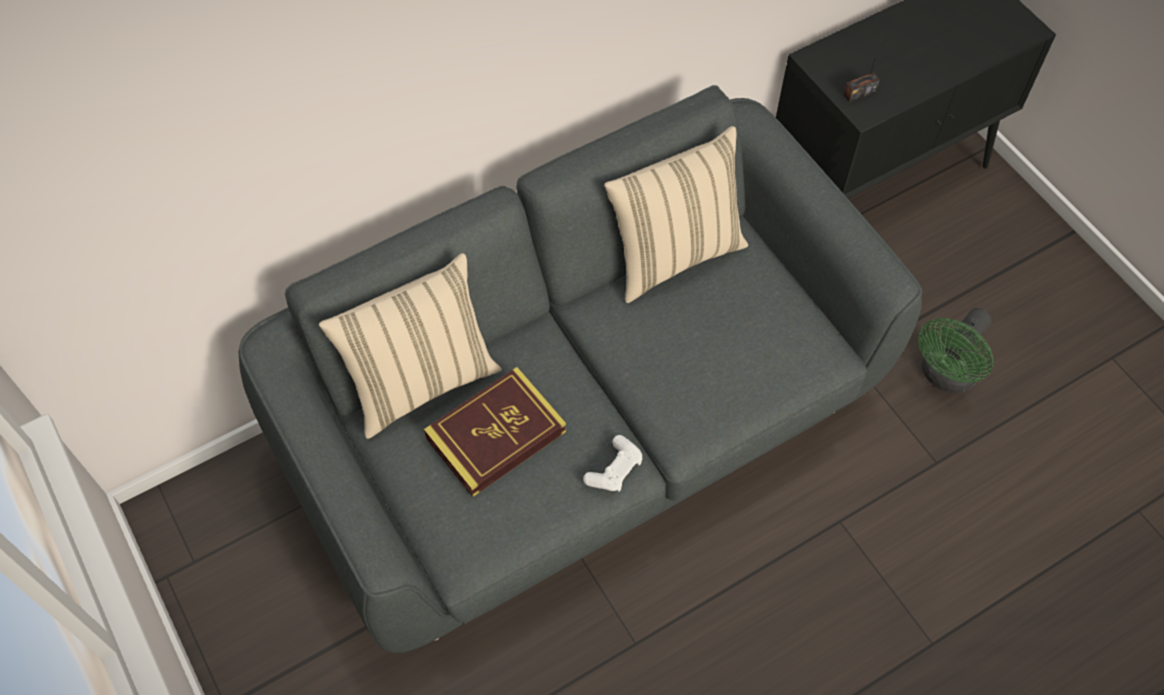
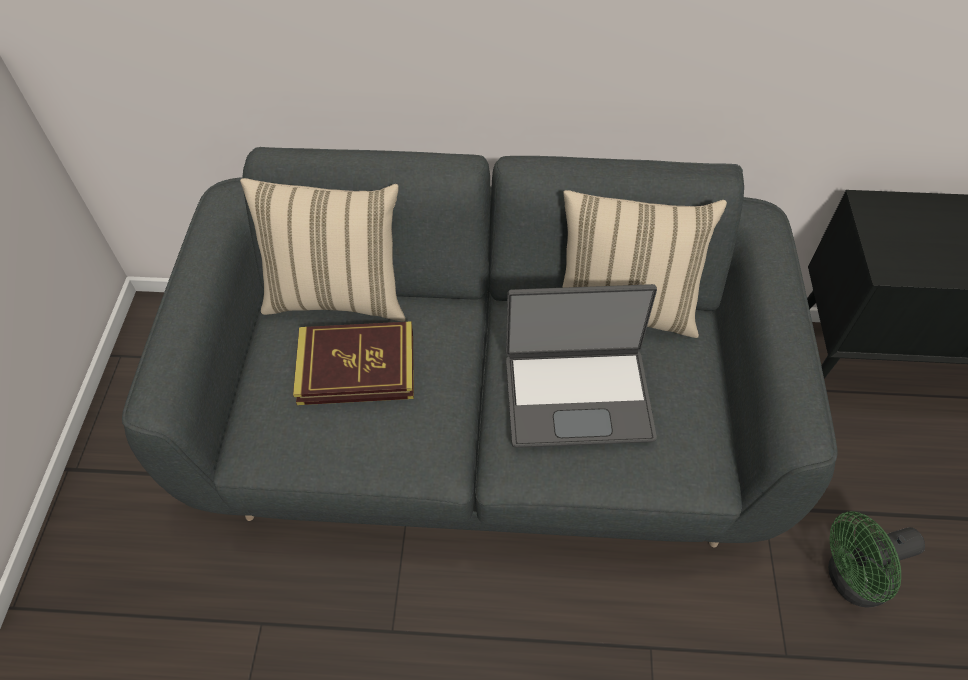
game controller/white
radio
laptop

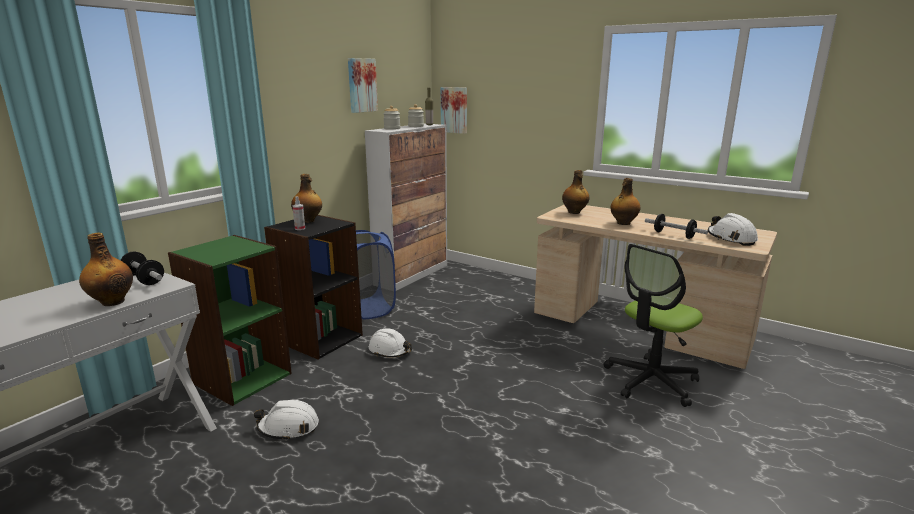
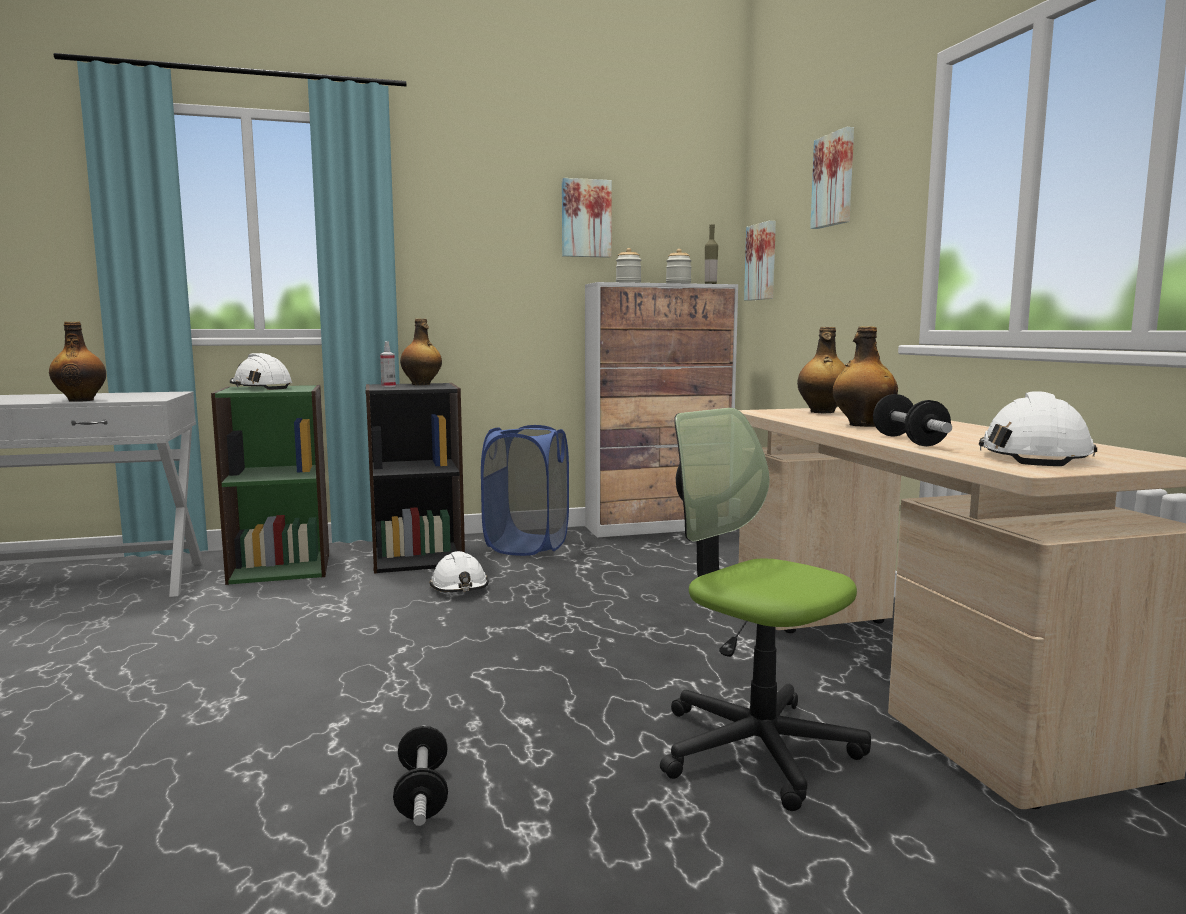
picture (3rd from left)
dumbbell (1st from left)
hard hat/white (1st from left)
office chair

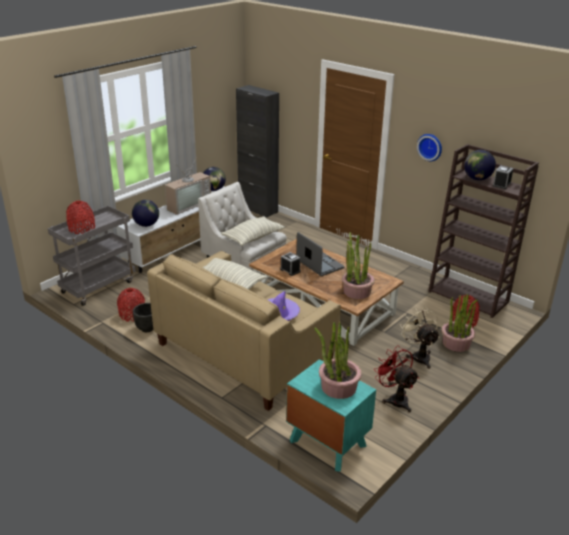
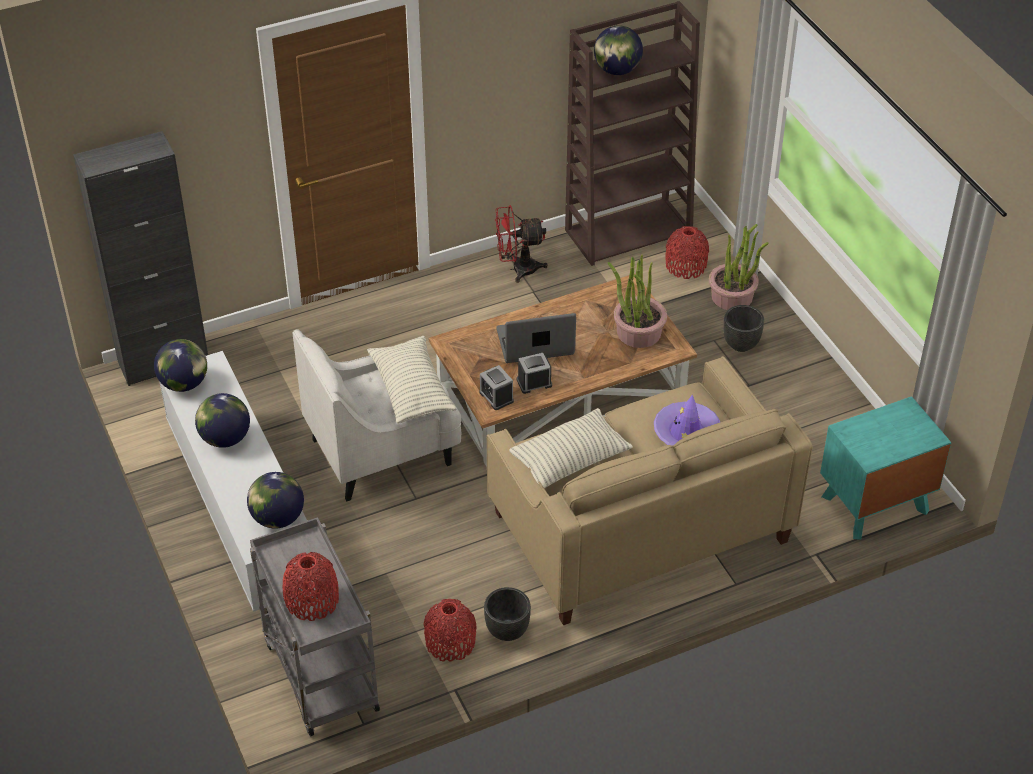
potted plant (1st from left in the first image)
wall clock
fan/red
alarm clock (1st from left)
globe (2nd from left)
planter/black (2nd from left)

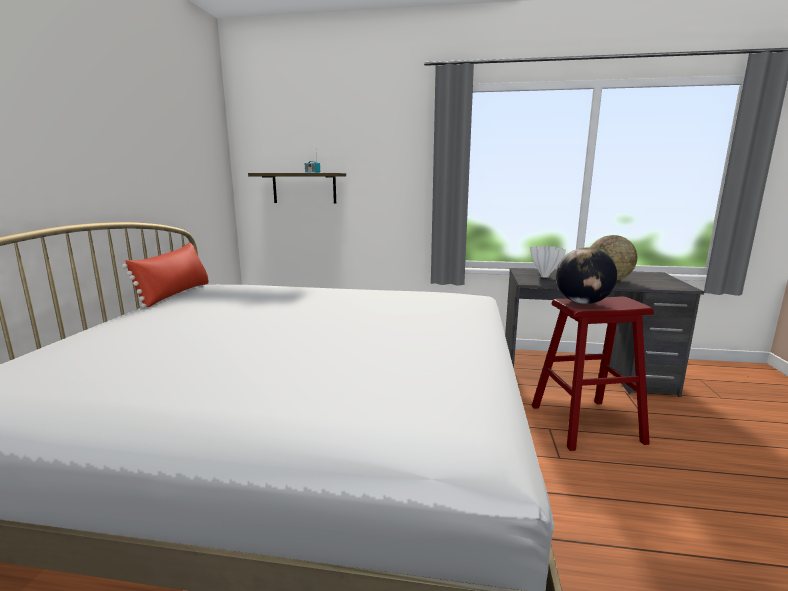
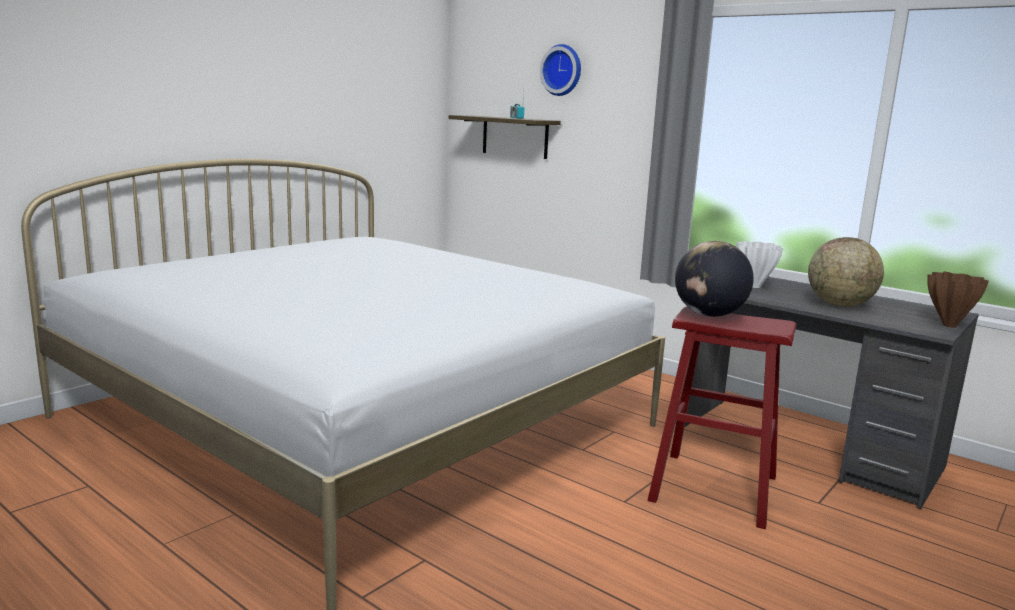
pillow/red
wall clock
vase/brown

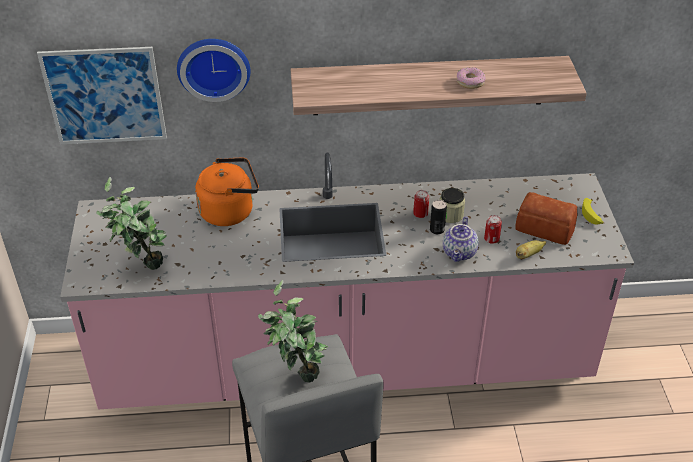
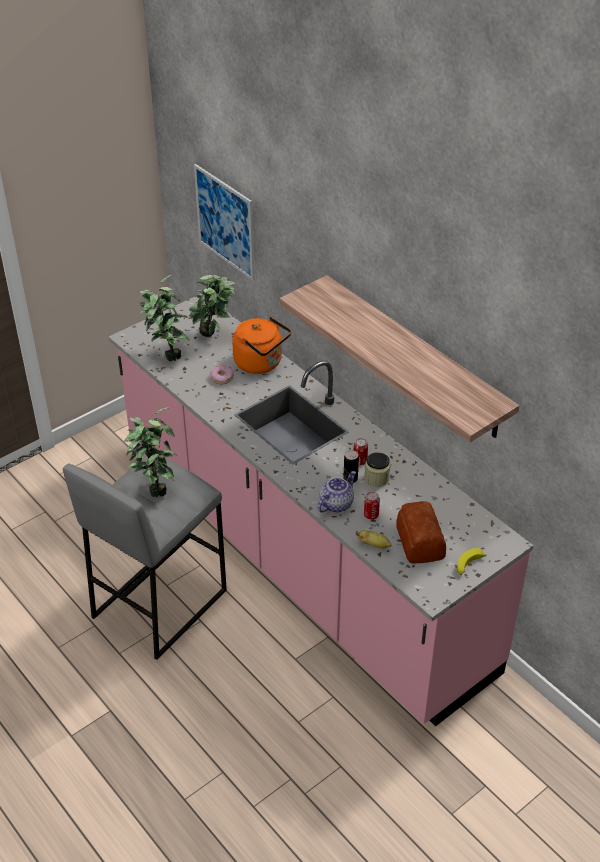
wall clock
potted plant (3rd from left)
donut
teapot

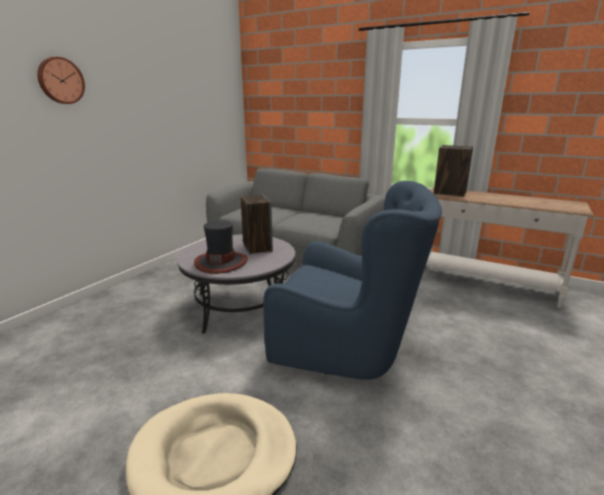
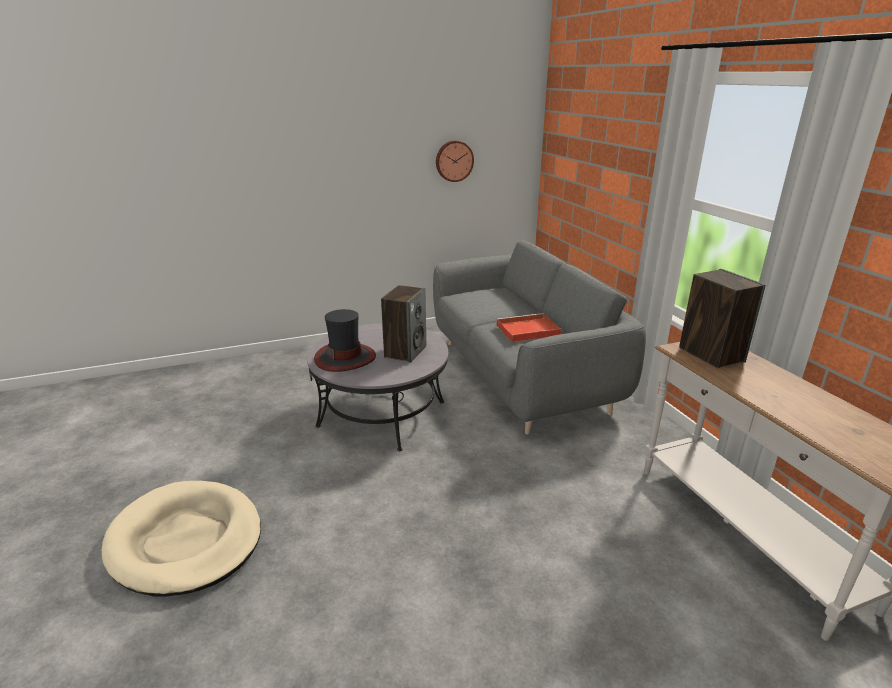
armchair/blue
tray/red
wall clock

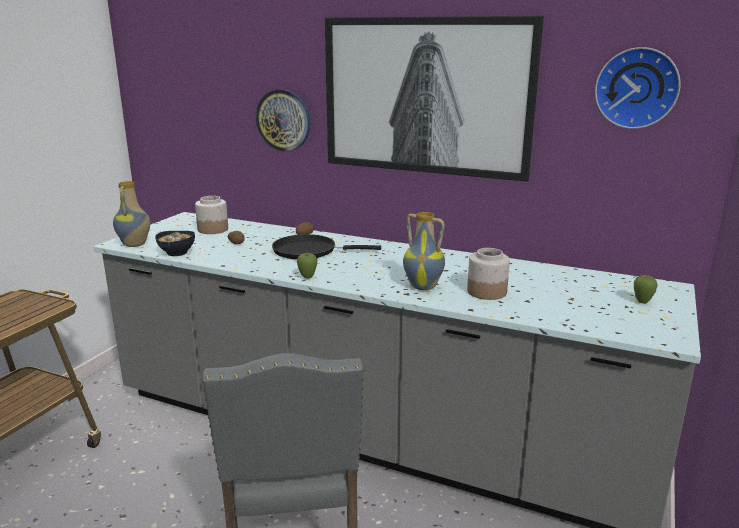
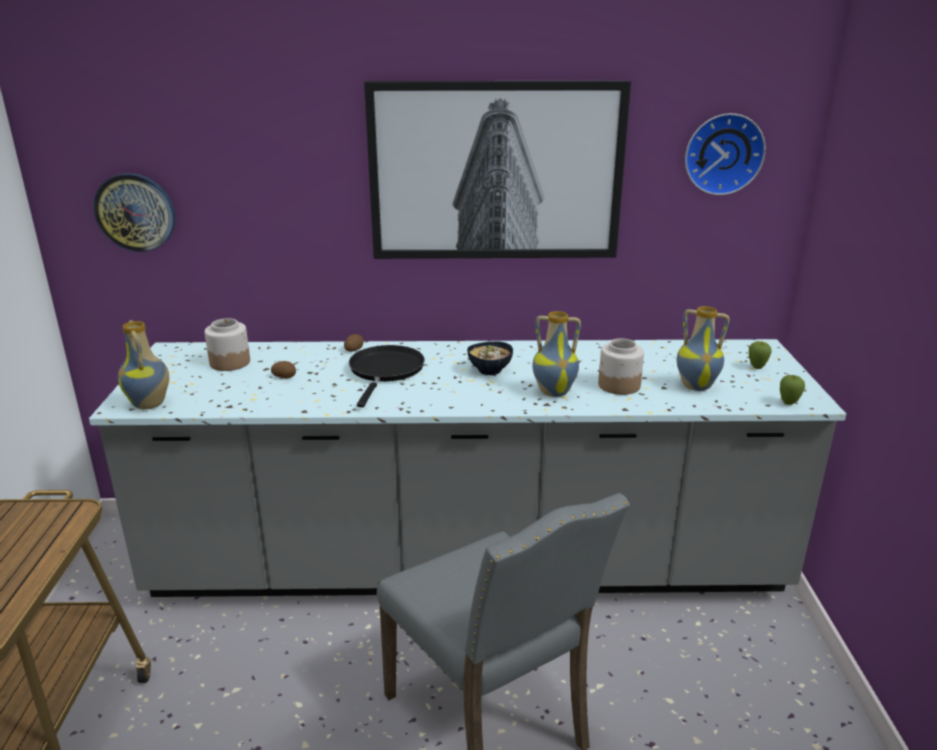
vase (3rd from left)
bowl
wall clock (1st from left)
apple (2nd from left)
frying pan/black

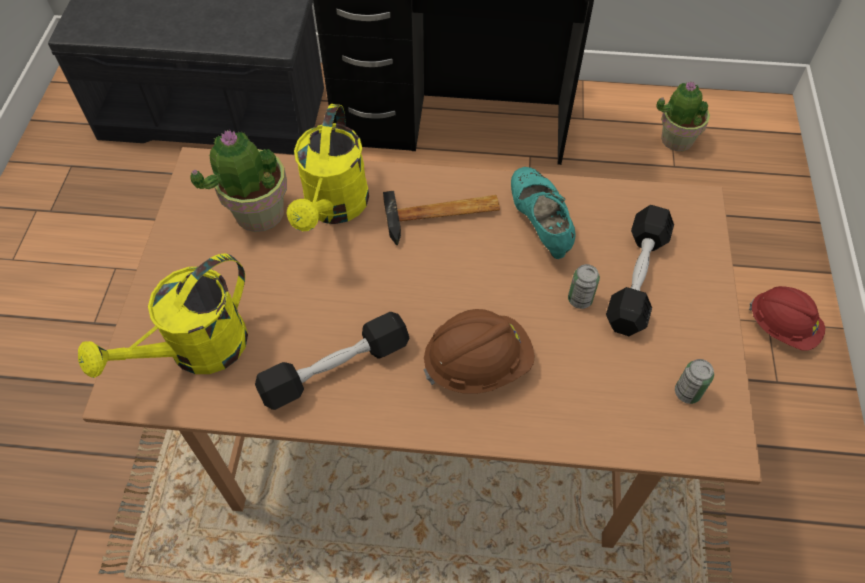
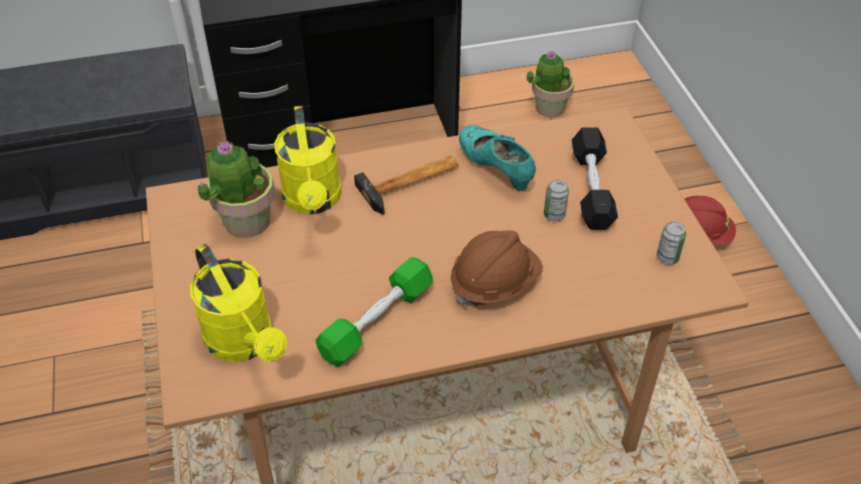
dumbbell/green
watering can/yellow (1st from left)

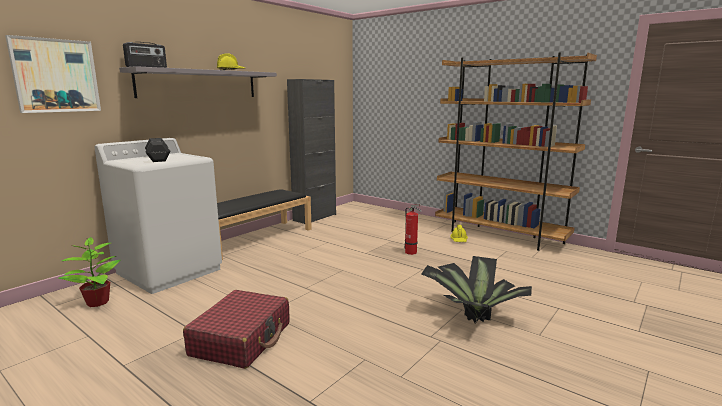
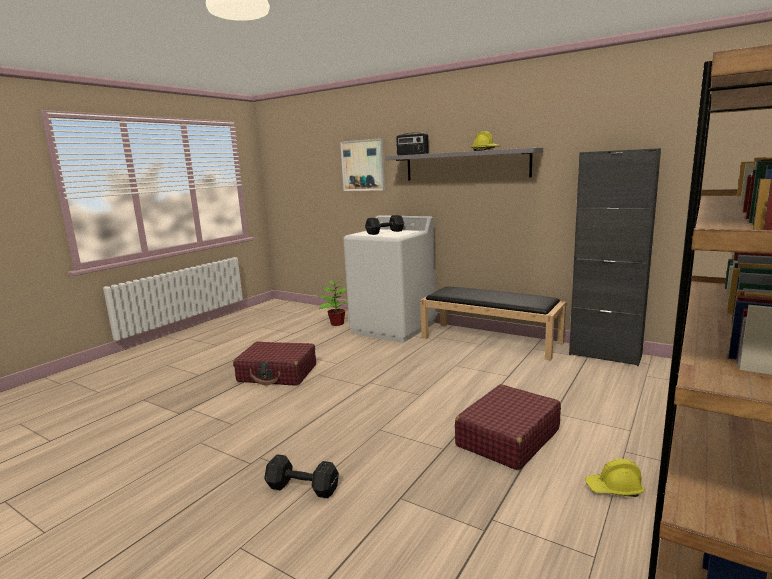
suitcase/red (2nd from left)
dumbbell/black (1st from left)

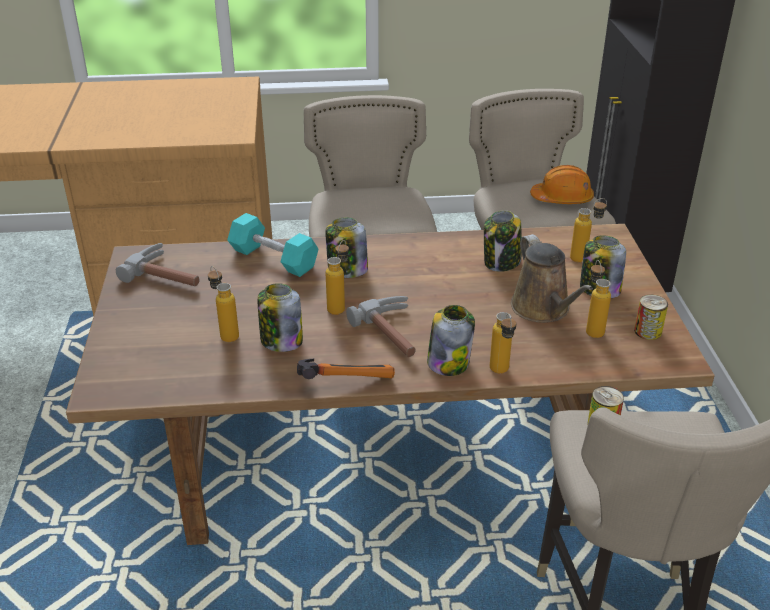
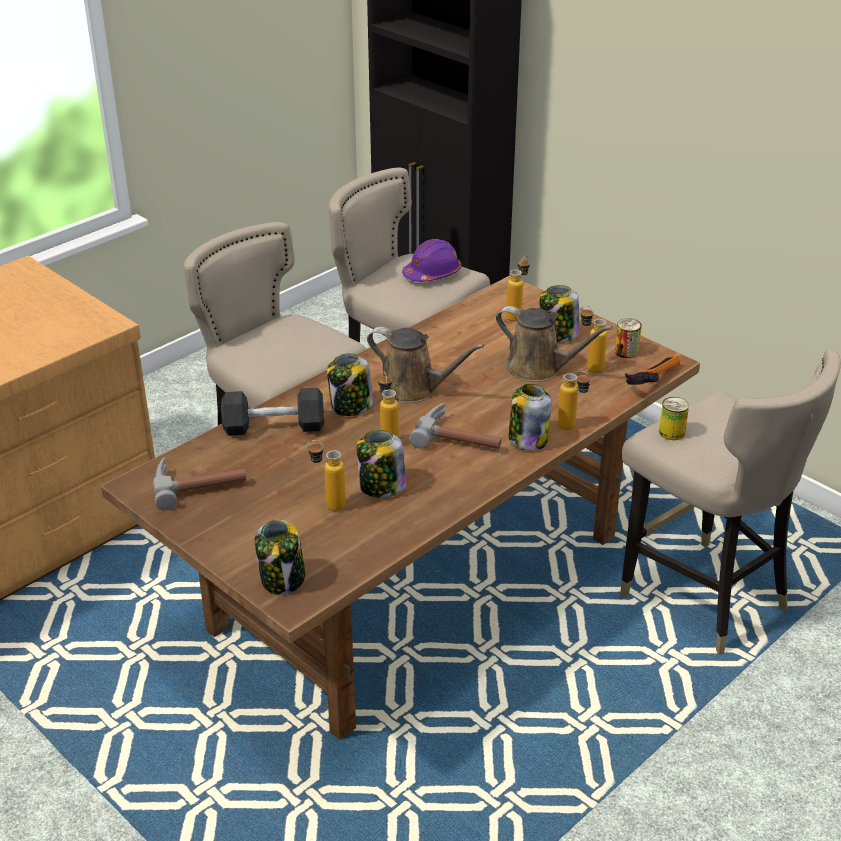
watering can/brown (1st from left)
hammer (3rd from left)
jar (1st from left)
dumbbell/black
hard hat/purple

